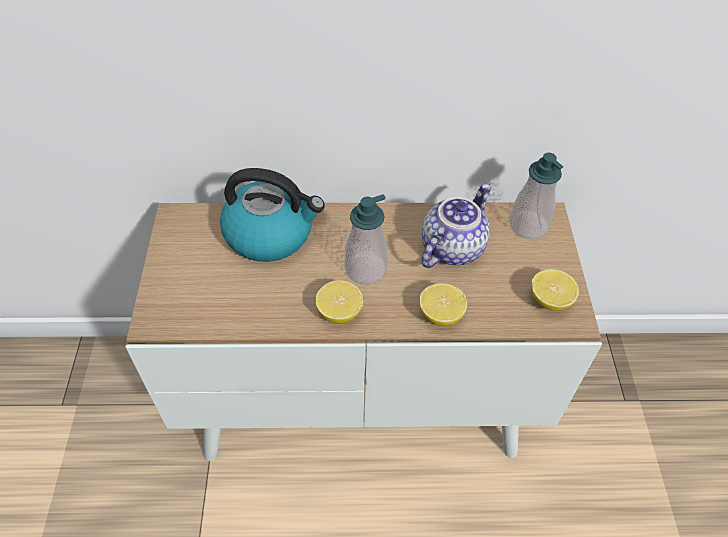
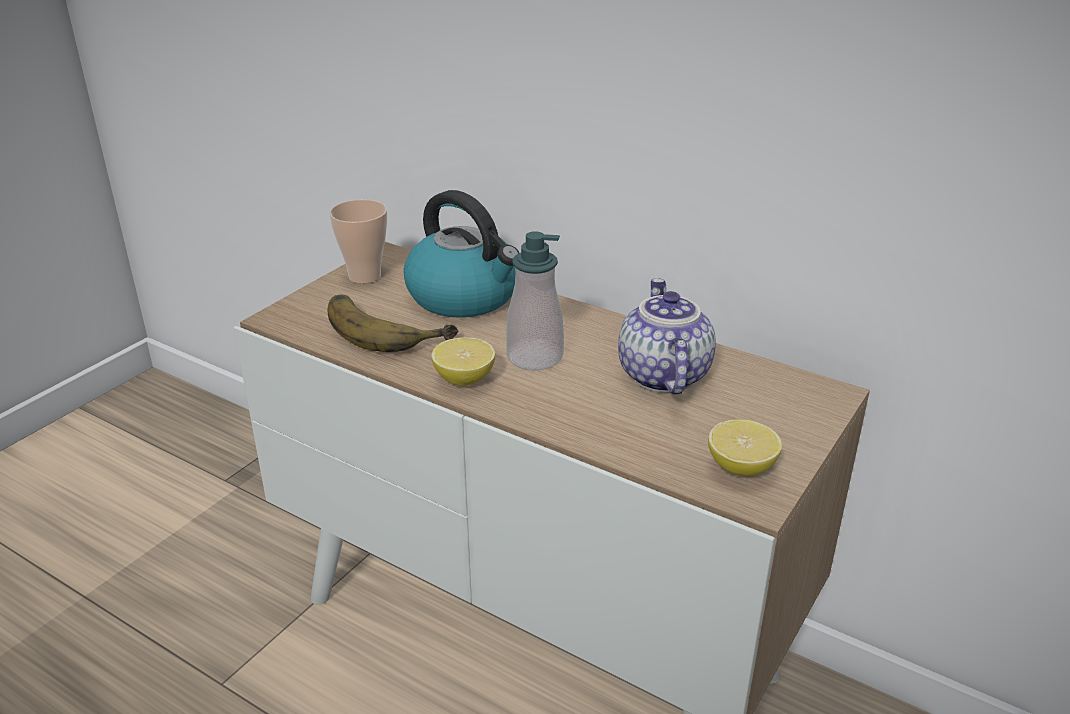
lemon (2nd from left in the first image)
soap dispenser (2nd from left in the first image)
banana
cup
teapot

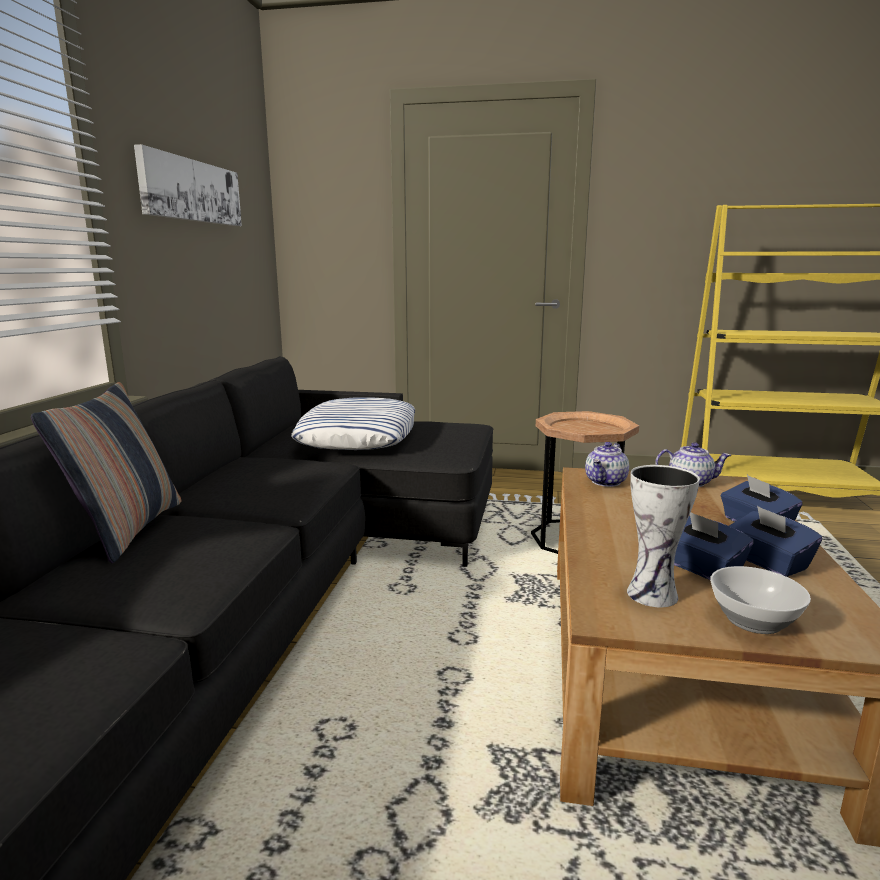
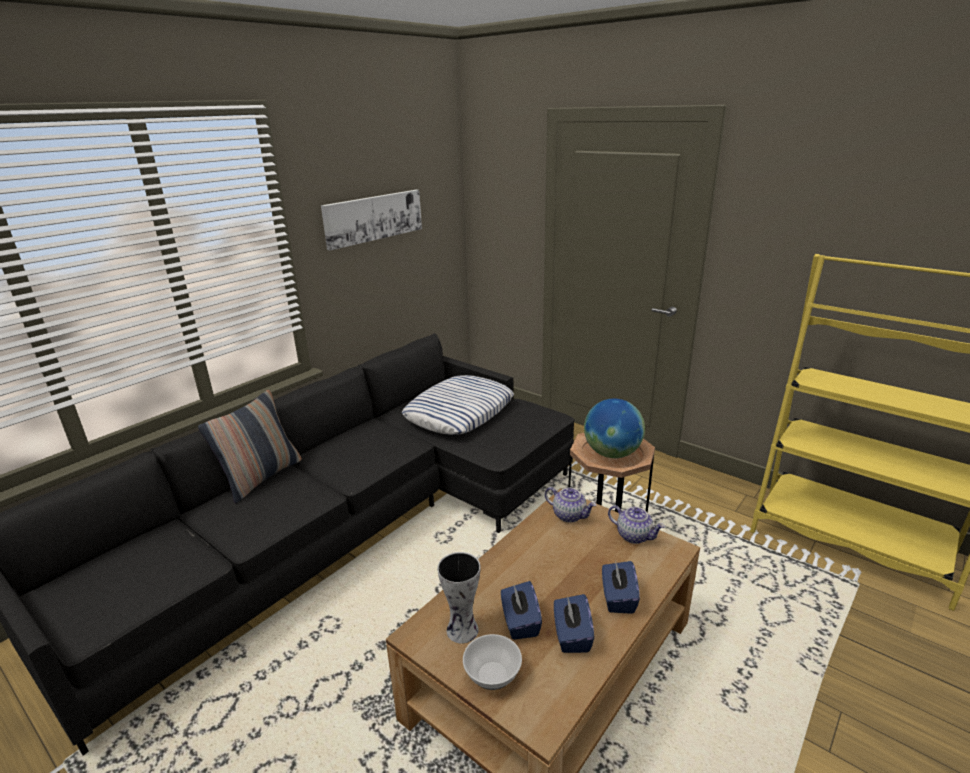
globe
teapot (1st from left)

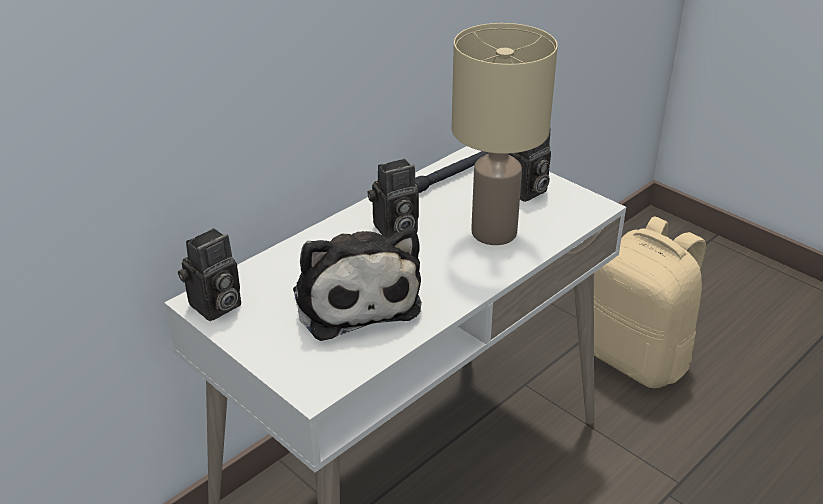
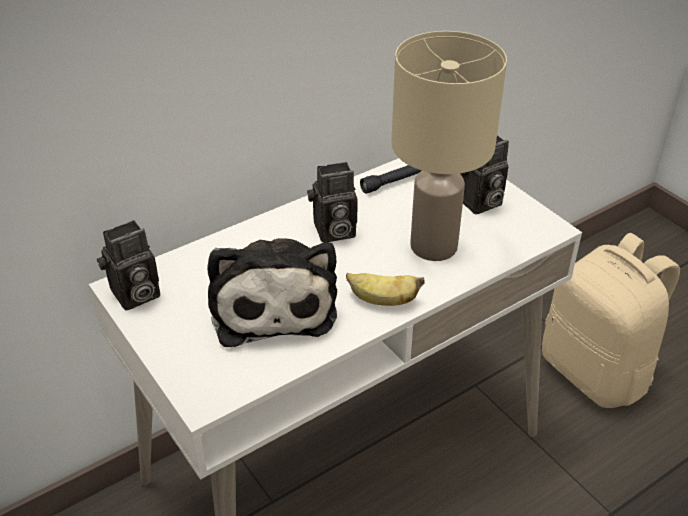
banana

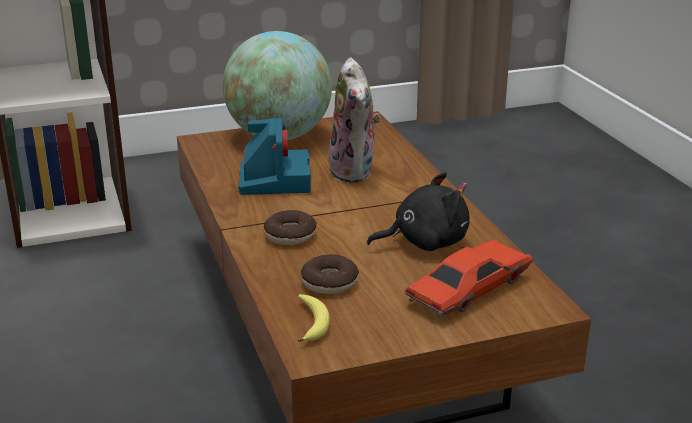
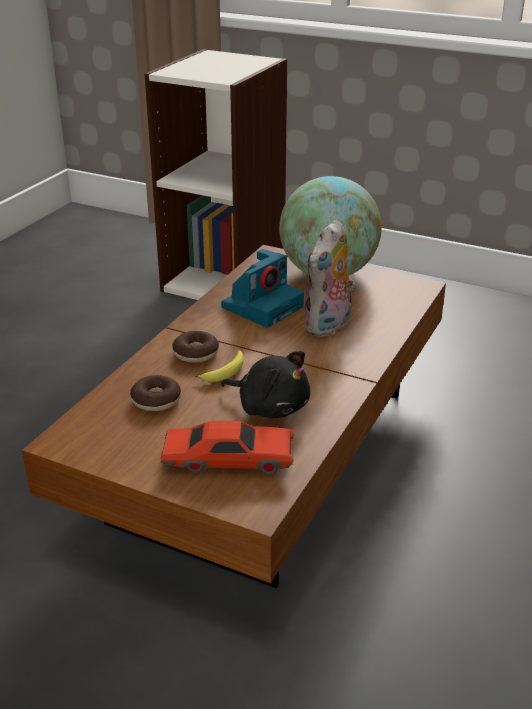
banana

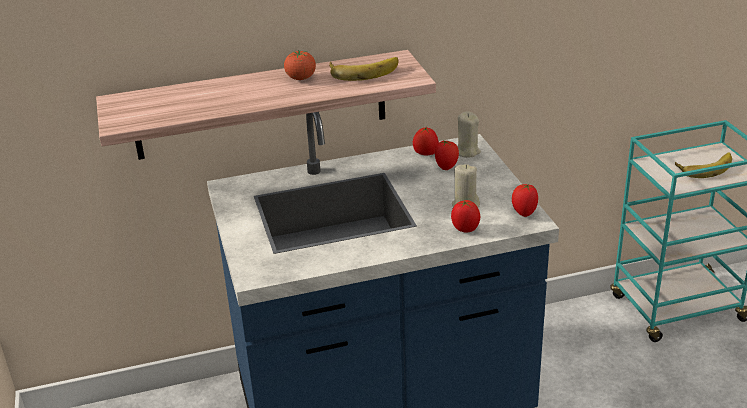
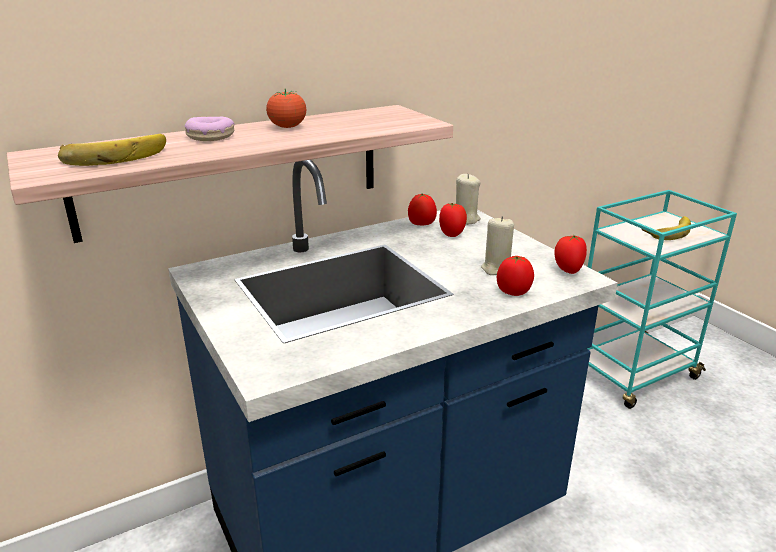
donut
banana (1st from left)

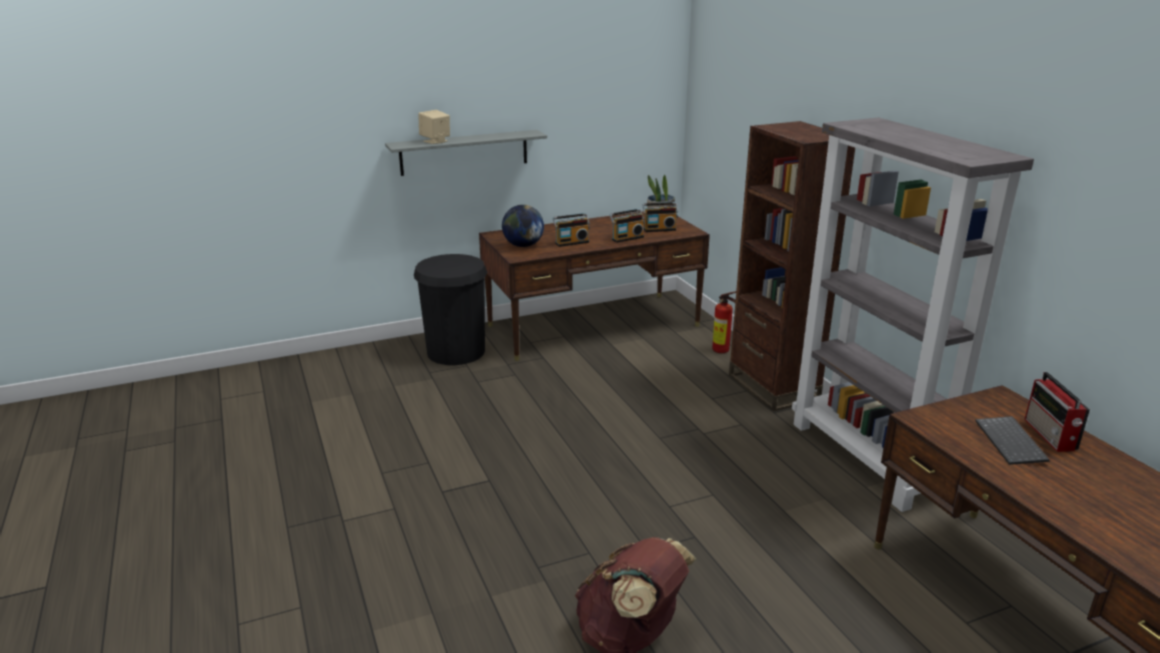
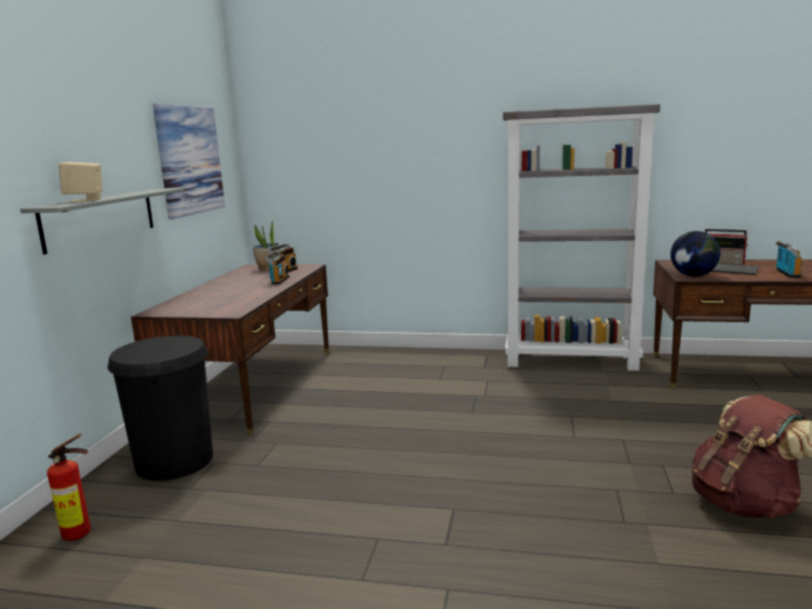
bookcase/brown
picture
globe
radio (4th from left)
fire extinguisher

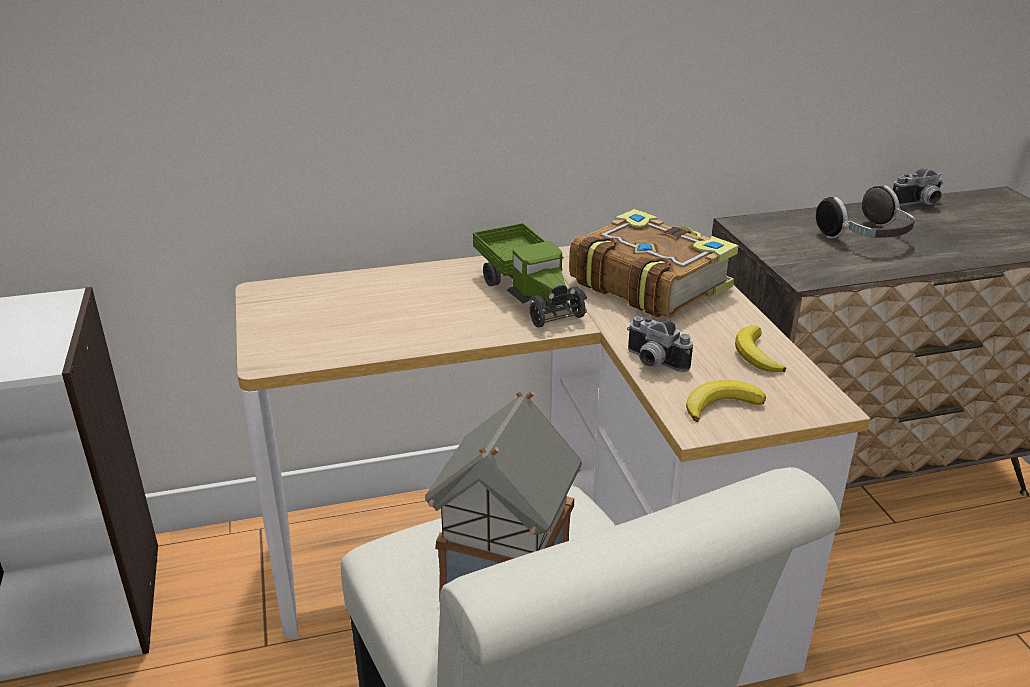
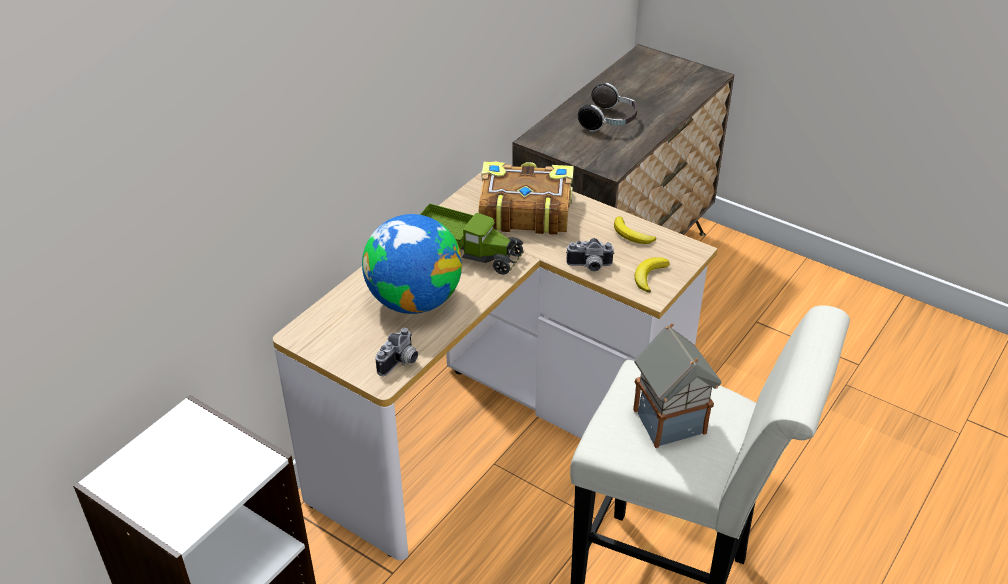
globe
photo camera (1st from left)

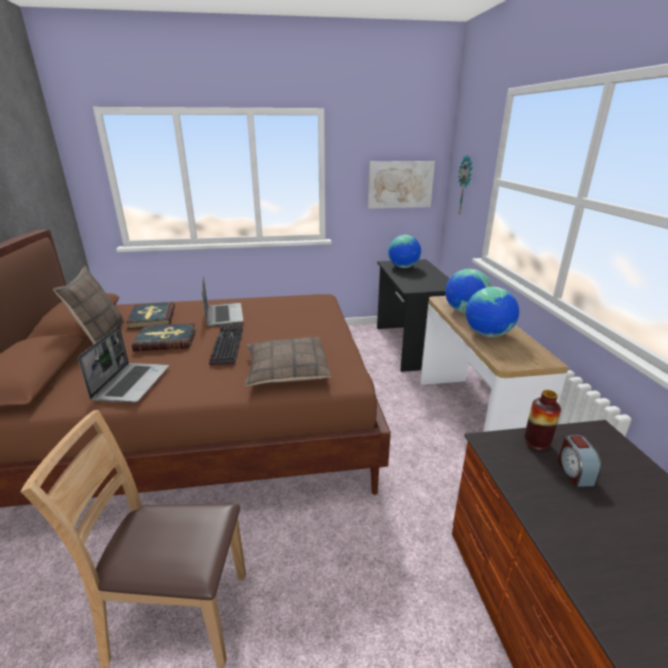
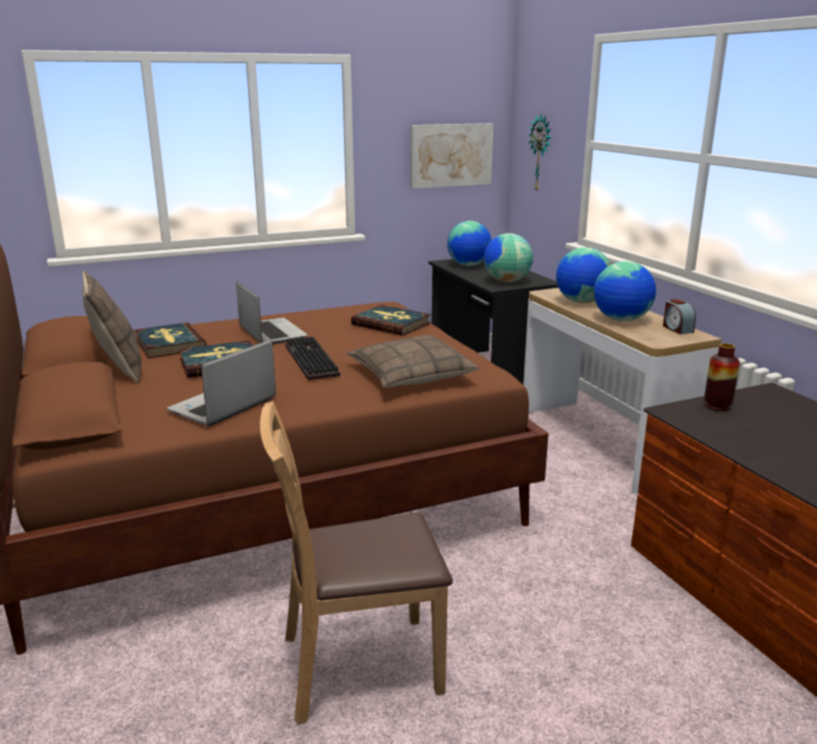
book (3rd from left)
globe (2nd from left)
alarm clock
laptop (1st from left)

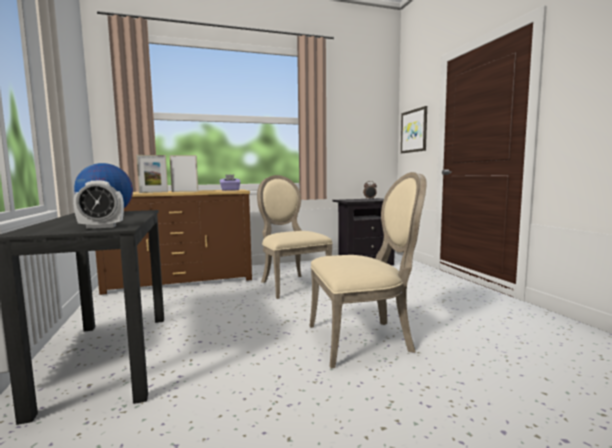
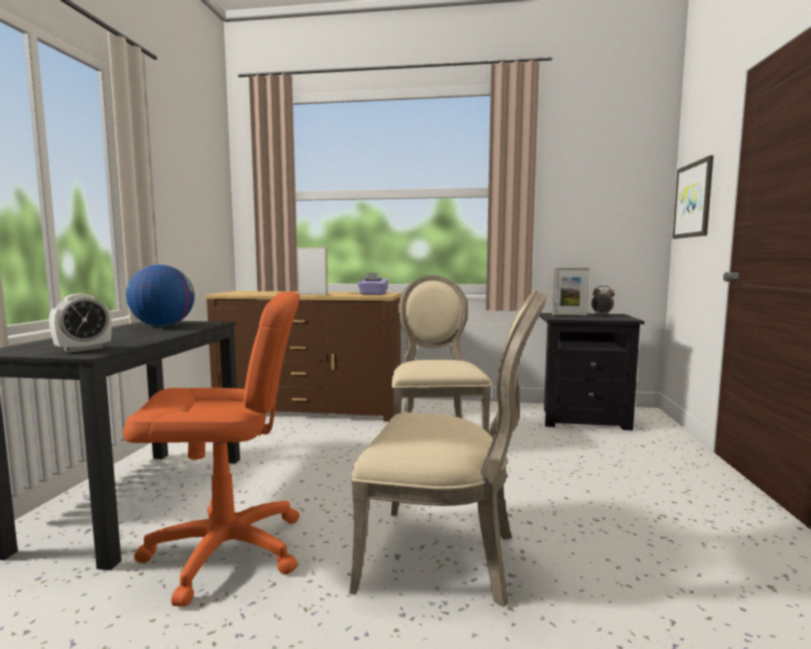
office chair/orange
picture frame (2nd from left)
alarm clock (1st from left)

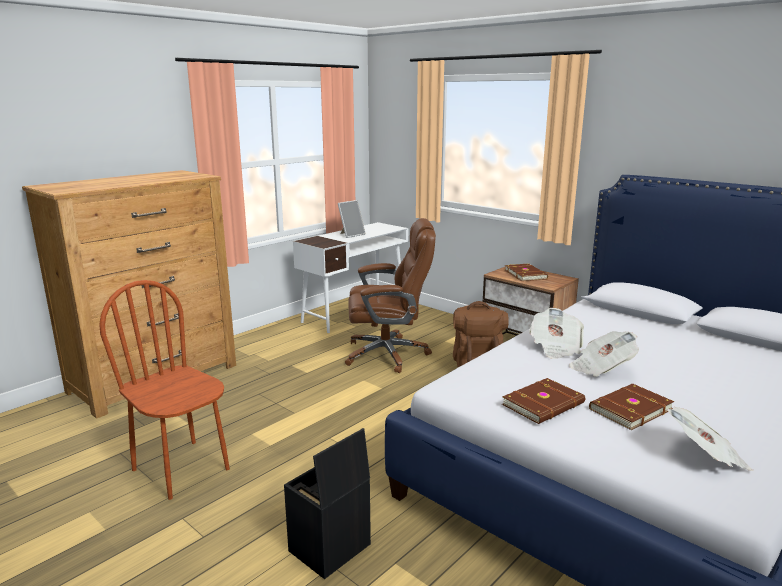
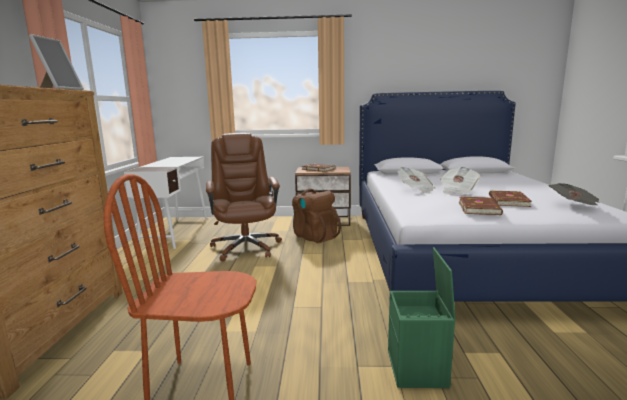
picture frame
storage box/green
office chair/brown

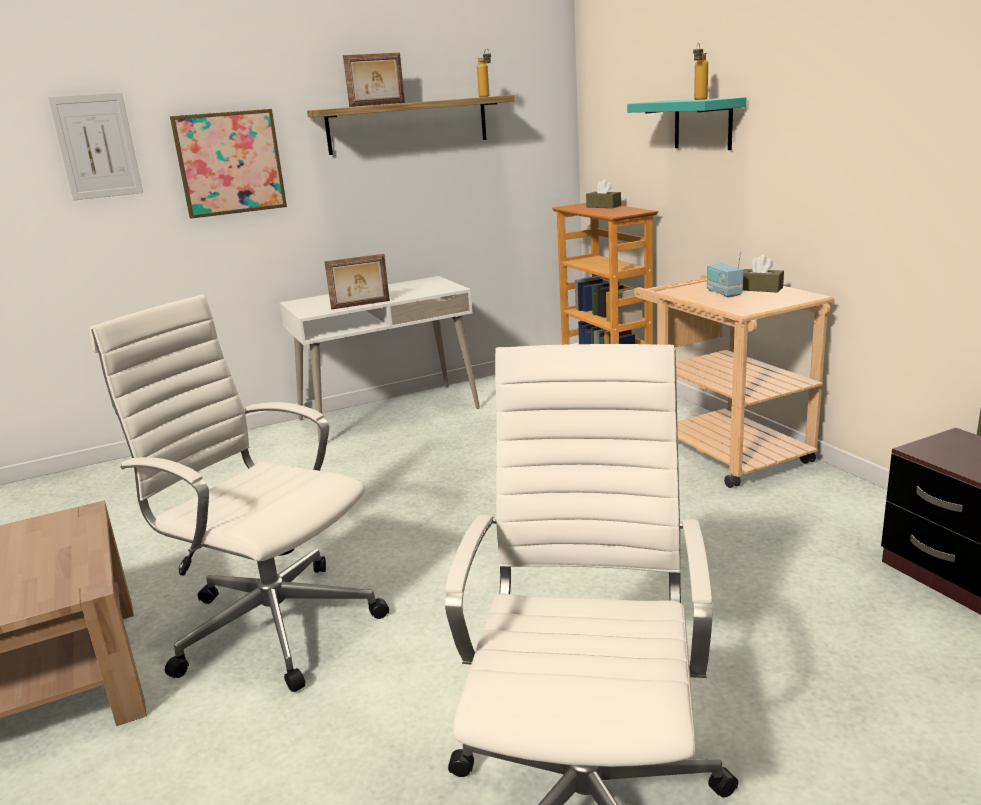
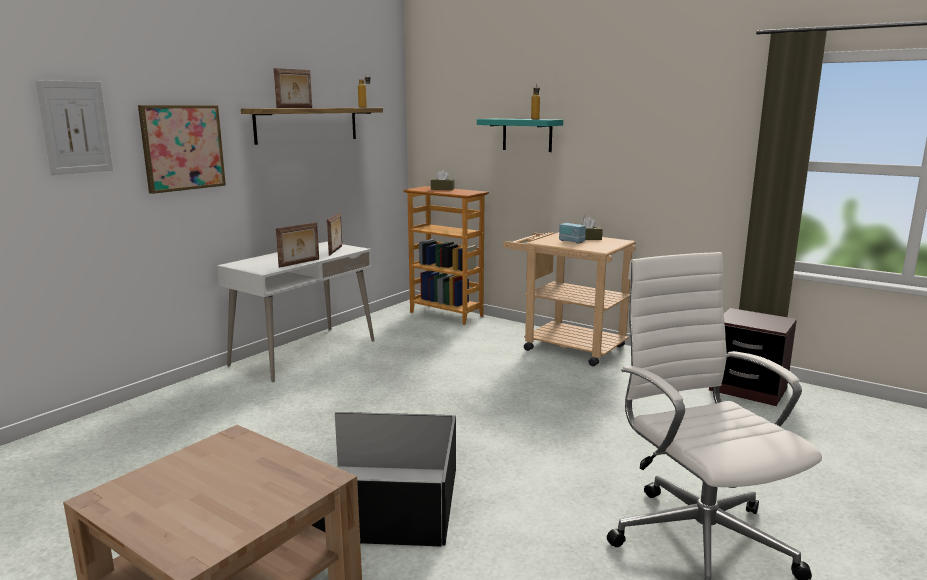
picture frame (3rd from left)
storage box/black

